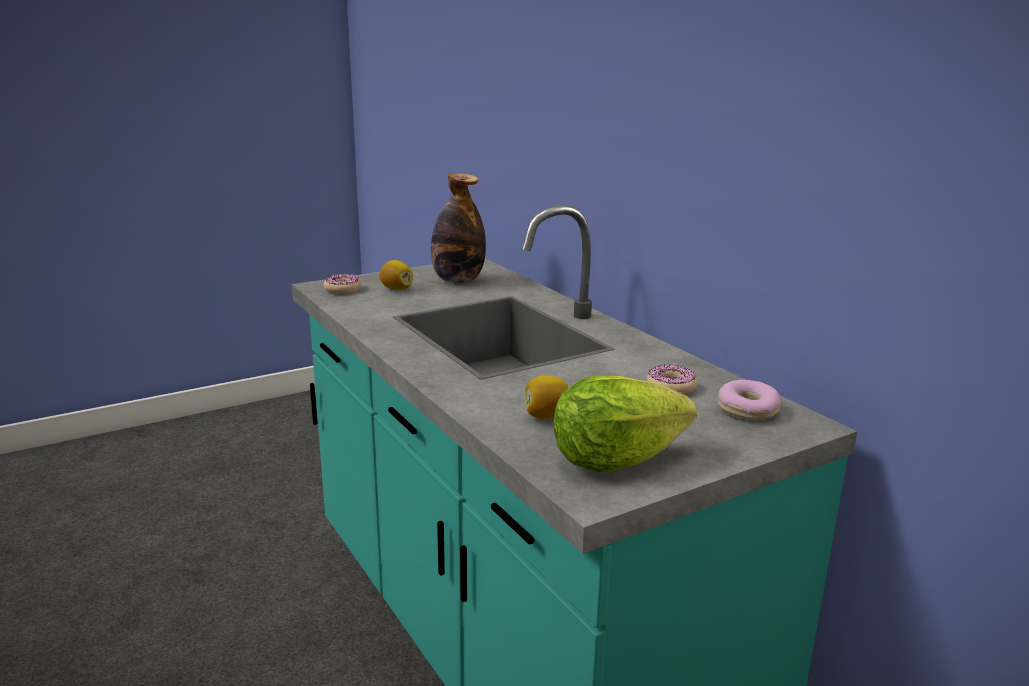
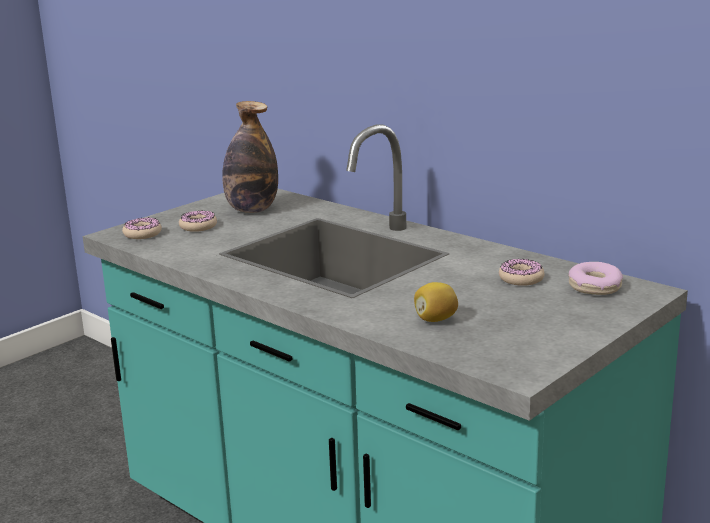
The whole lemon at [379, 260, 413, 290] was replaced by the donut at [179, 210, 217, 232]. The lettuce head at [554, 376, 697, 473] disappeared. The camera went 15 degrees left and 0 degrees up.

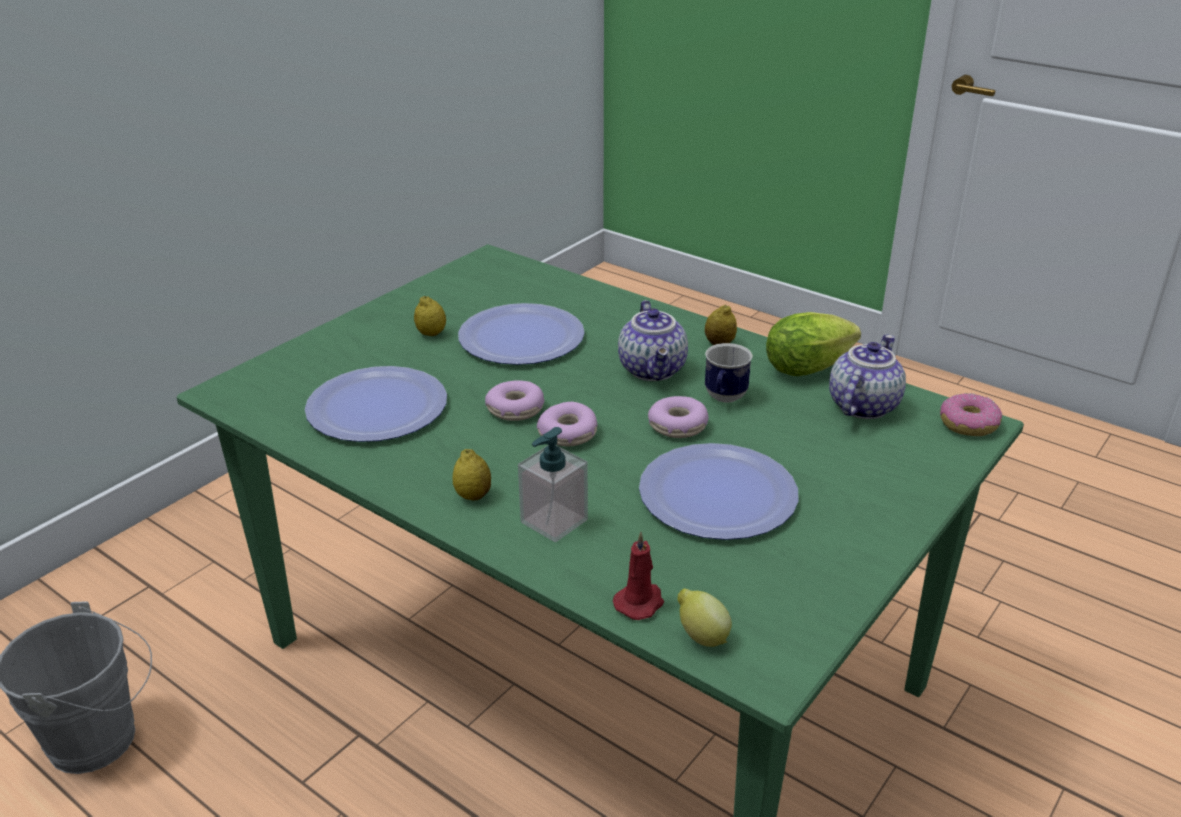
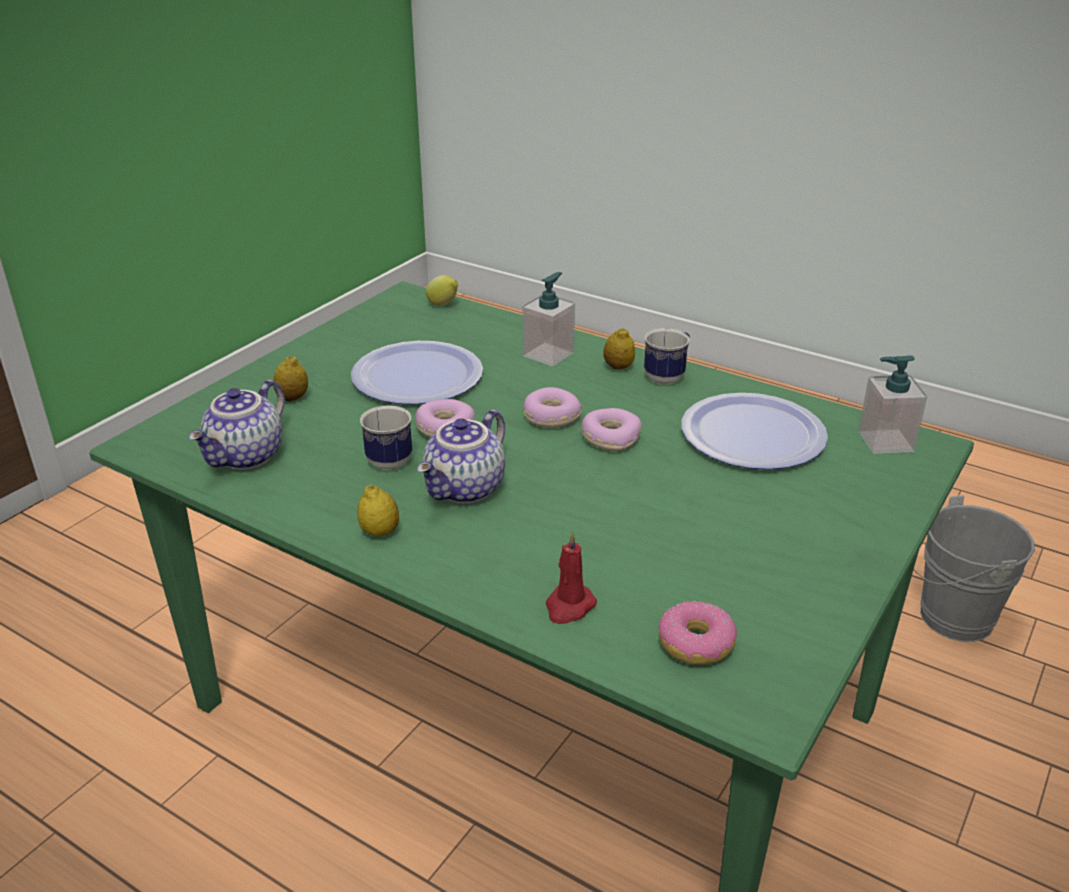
The whole lemon moved from [414, 296, 446, 336] to [273, 356, 308, 401]. The teapot at [618, 300, 688, 381] turned 135 degrees counterclockwise. The plate at [458, 303, 585, 365] disappeared. The lettuce head at [766, 312, 861, 376] disappeared. The donut moved from [940, 393, 1002, 436] to [659, 601, 737, 665]. The red wax light moved from [613, 532, 664, 620] to [545, 531, 597, 624]. The tea mug at [644, 328, 690, 385] appeared. The soap dispenser at [858, 355, 927, 454] appeared. The camera went 175 degrees right and 0 degrees up.

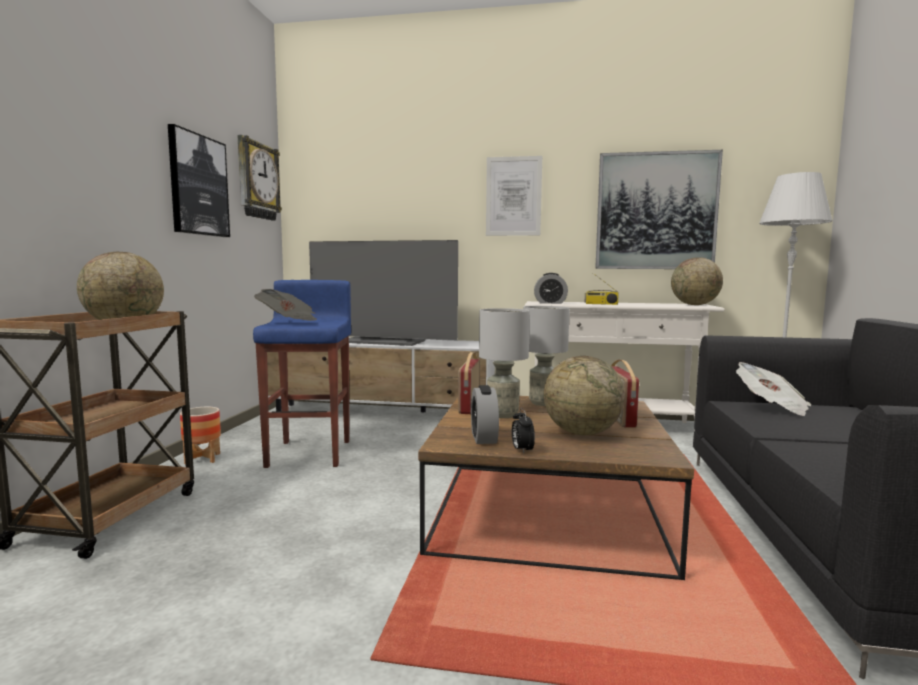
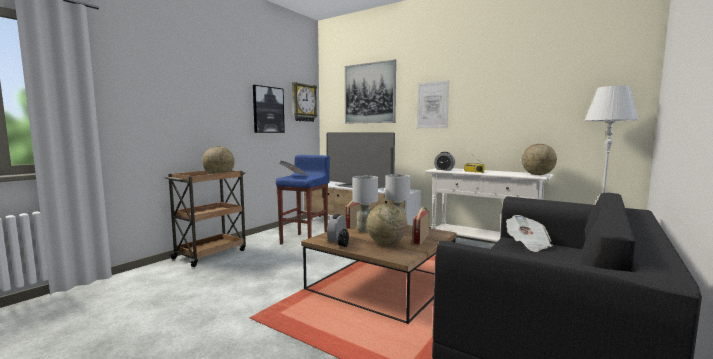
The picture moved from [595, 150, 723, 269] to [345, 60, 396, 124]. The flower pot at [180, 407, 221, 464] disappeared. The camera went 25 degrees right and 0 degrees up.

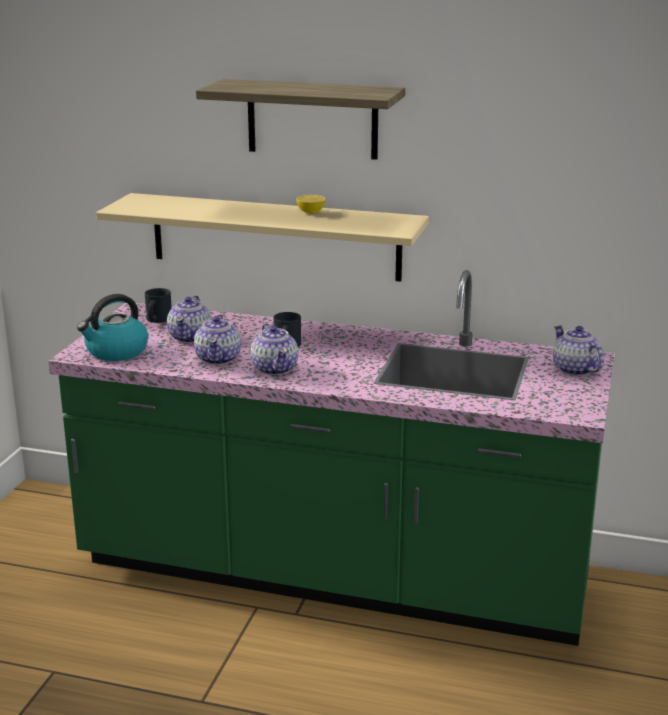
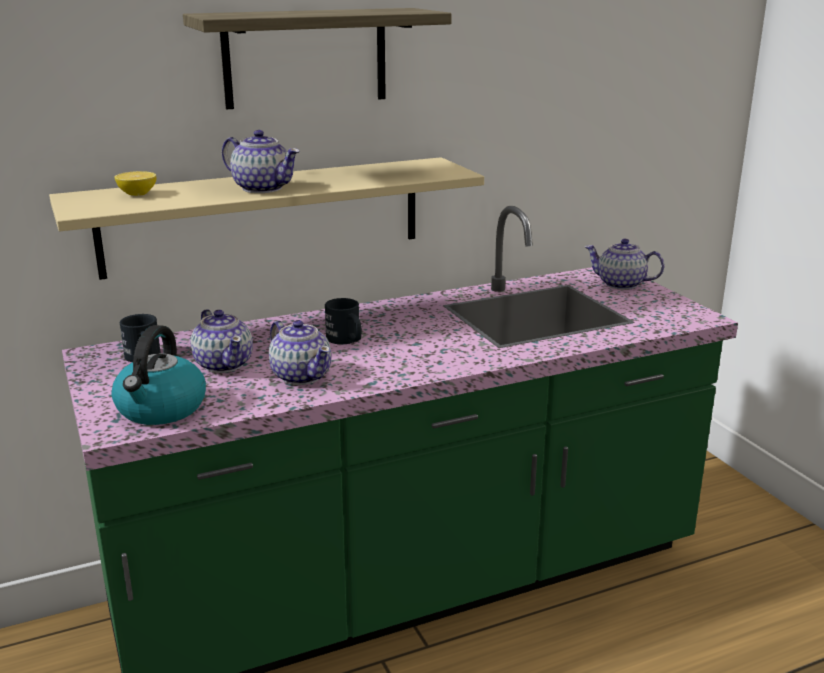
The whole lemon moved from [296, 195, 326, 214] to [115, 171, 157, 196]. The teapot moved from [250, 323, 298, 375] to [222, 130, 300, 193]. The camera went 40 degrees left and 0 degrees up.

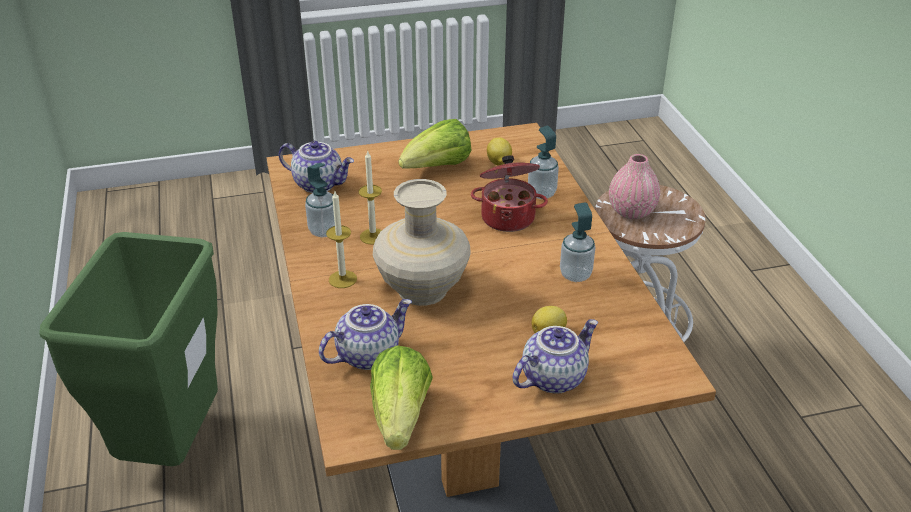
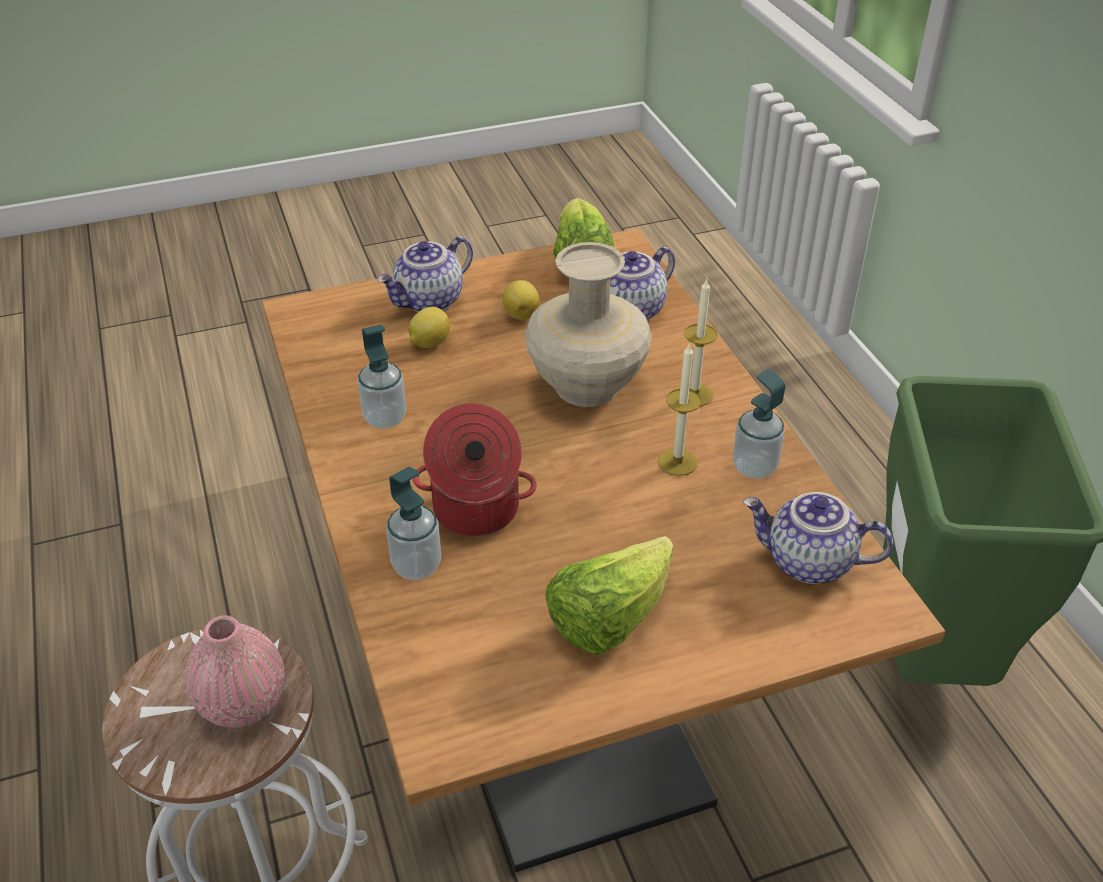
The whole lemon moved from [487, 138, 512, 166] to [503, 280, 540, 320]. The camera went 175 degrees right and 5 degrees up.

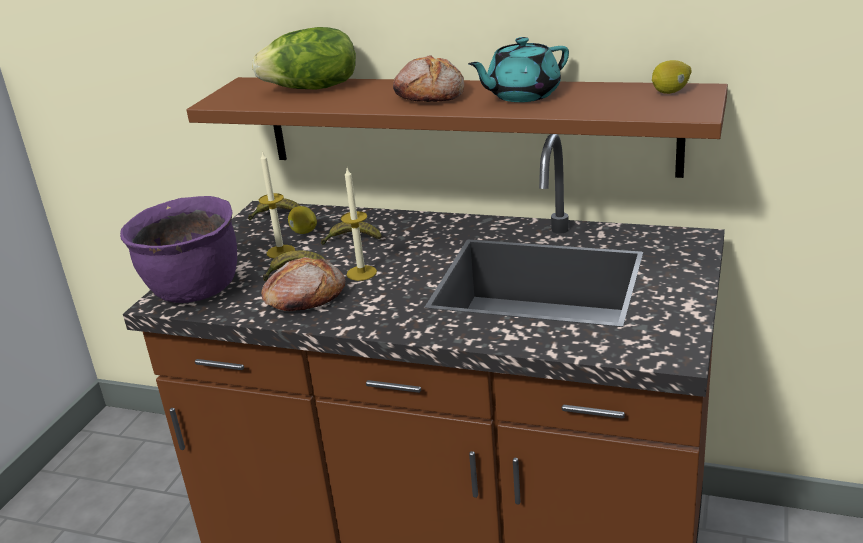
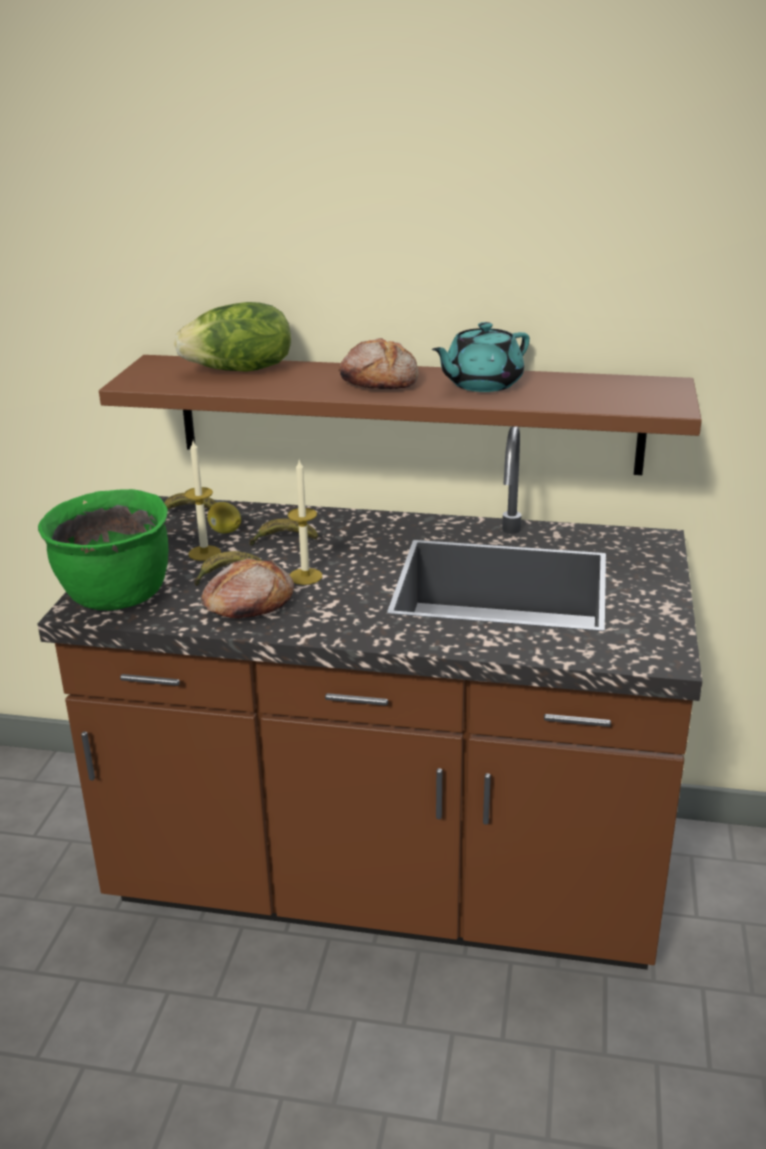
The whole lemon at [652, 60, 692, 94] disappeared. The purple-coloured cooking pot at [120, 196, 237, 303] became the greenish cooking pot at [38, 489, 169, 610]. The camera went 10 degrees left and 0 degrees up.

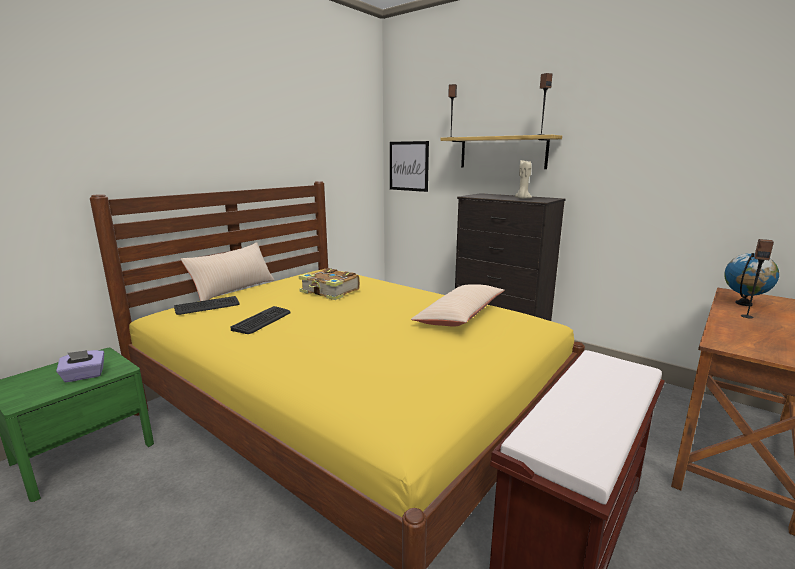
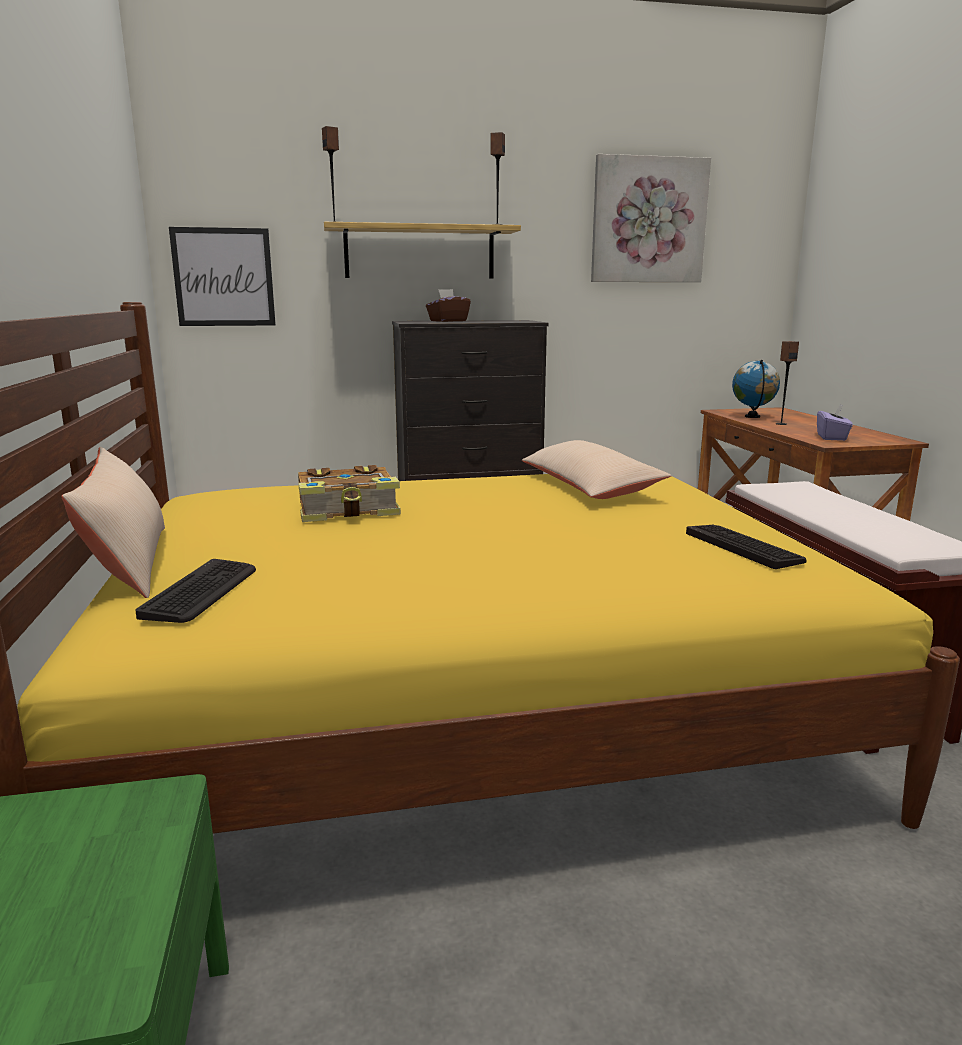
The beige wax light at [515, 160, 532, 199] disappeared. The PC keyboard moved from [230, 306, 291, 334] to [686, 525, 807, 569]. The purple-coloured tissue holder moved from [56, 350, 104, 382] to [817, 405, 853, 441]. The picture at [591, 154, 711, 282] appeared. The brown tissue holder at [426, 289, 471, 322] appeared. The camera went 50 degrees left and 0 degrees up.

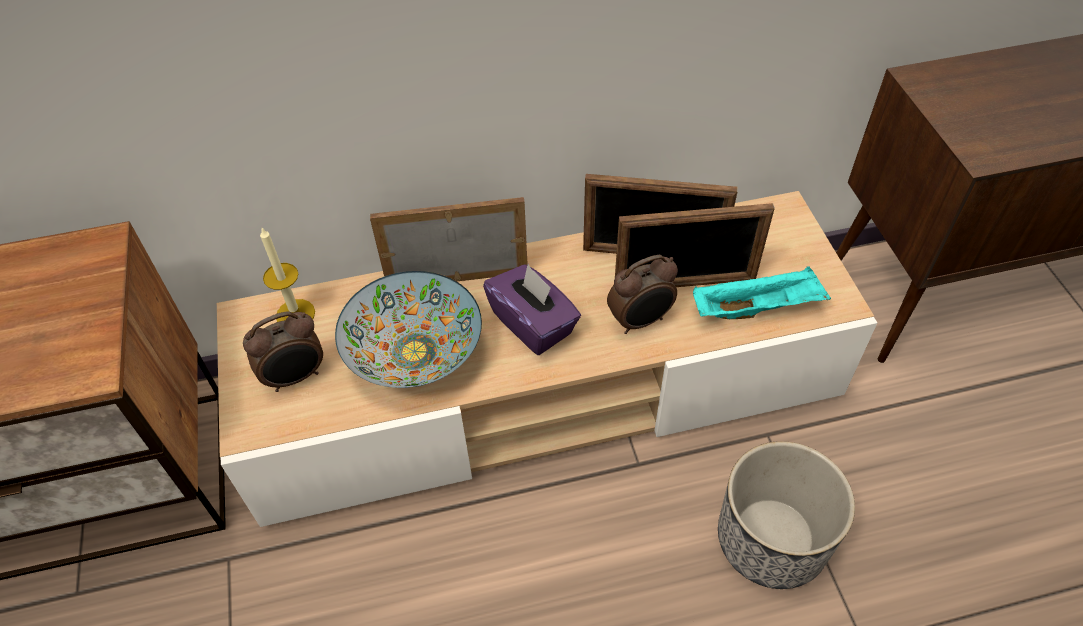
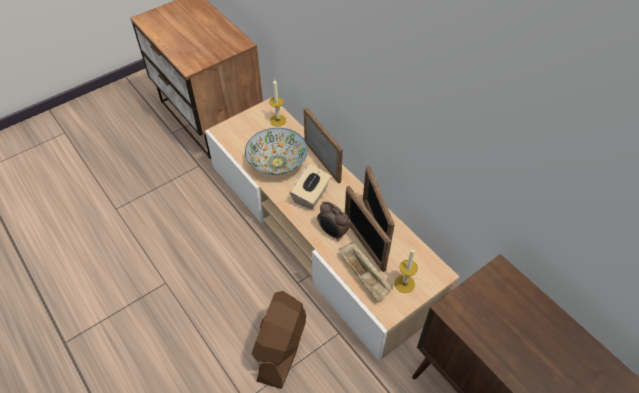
The purple-coloured tissue holder at [483, 264, 581, 355] became the beige tissue holder at [290, 164, 331, 209]. The turquoise-coloured serving tray at [693, 266, 831, 319] became the beige serving tray at [339, 243, 393, 301]. The bedside clock at [243, 311, 323, 392] disappeared. The flower pot at [718, 441, 855, 589] was replaced by the brown cooling fan at [251, 291, 306, 389]. The wax light at [395, 247, 418, 293] appeared. The camera went 65 degrees right and 0 degrees up.

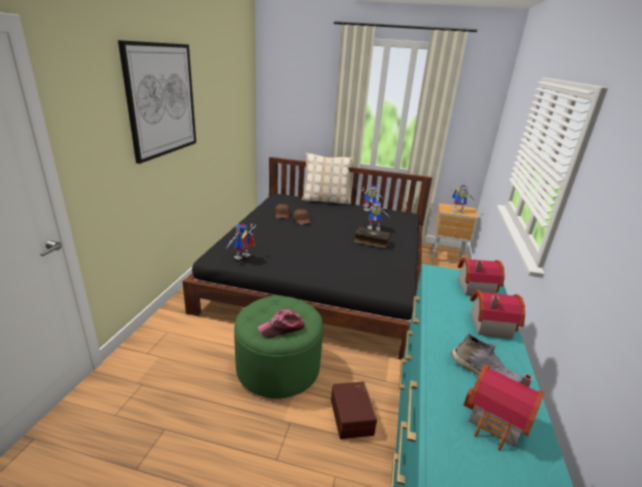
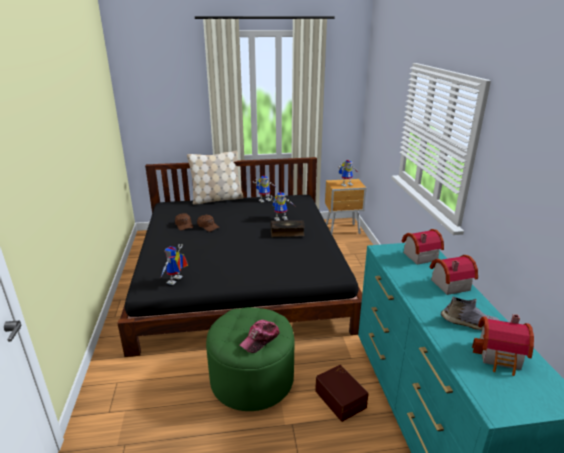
The picture at [118, 40, 196, 164] disappeared. The camera went 20 degrees left and 0 degrees up.

